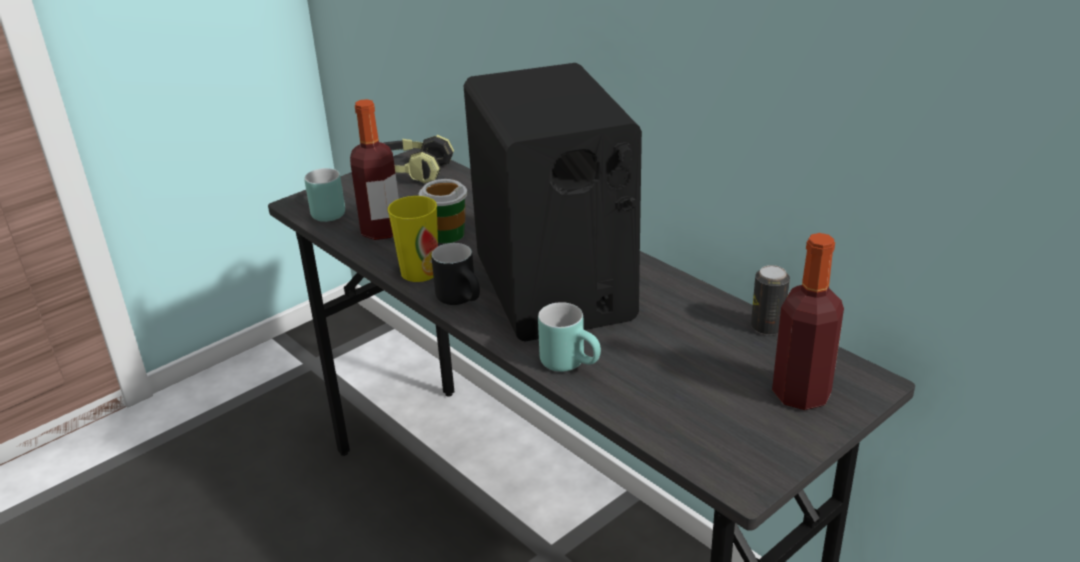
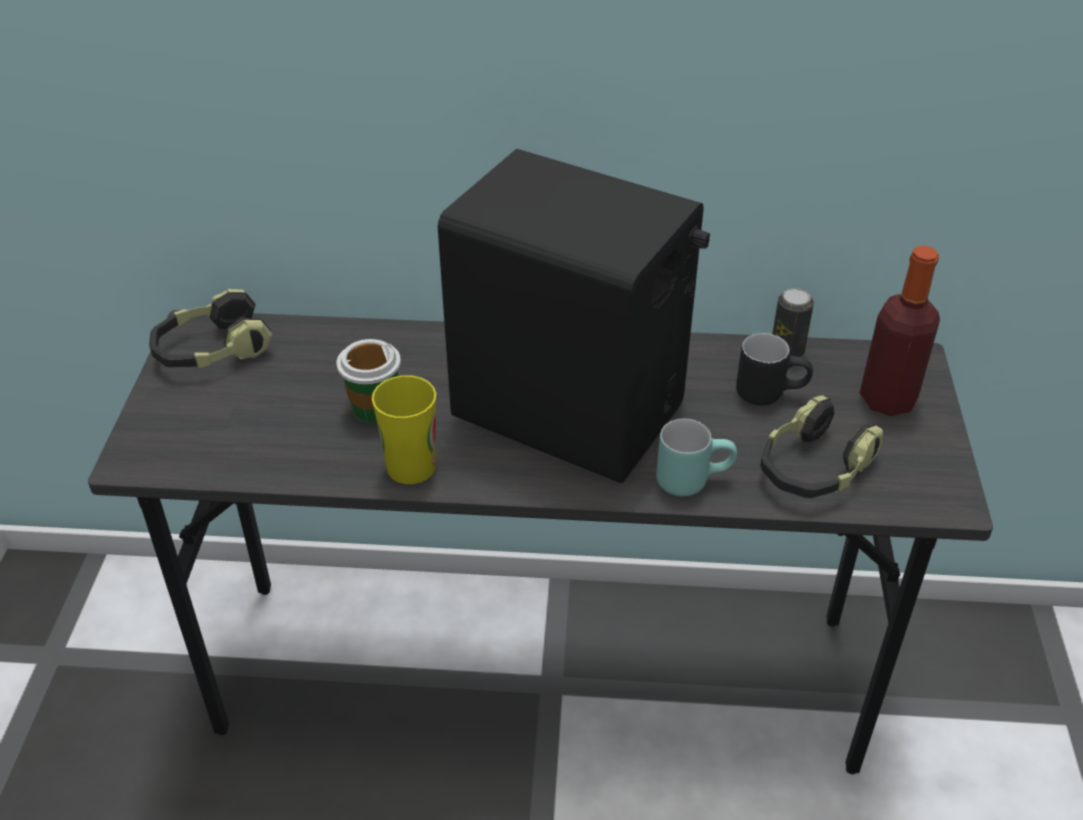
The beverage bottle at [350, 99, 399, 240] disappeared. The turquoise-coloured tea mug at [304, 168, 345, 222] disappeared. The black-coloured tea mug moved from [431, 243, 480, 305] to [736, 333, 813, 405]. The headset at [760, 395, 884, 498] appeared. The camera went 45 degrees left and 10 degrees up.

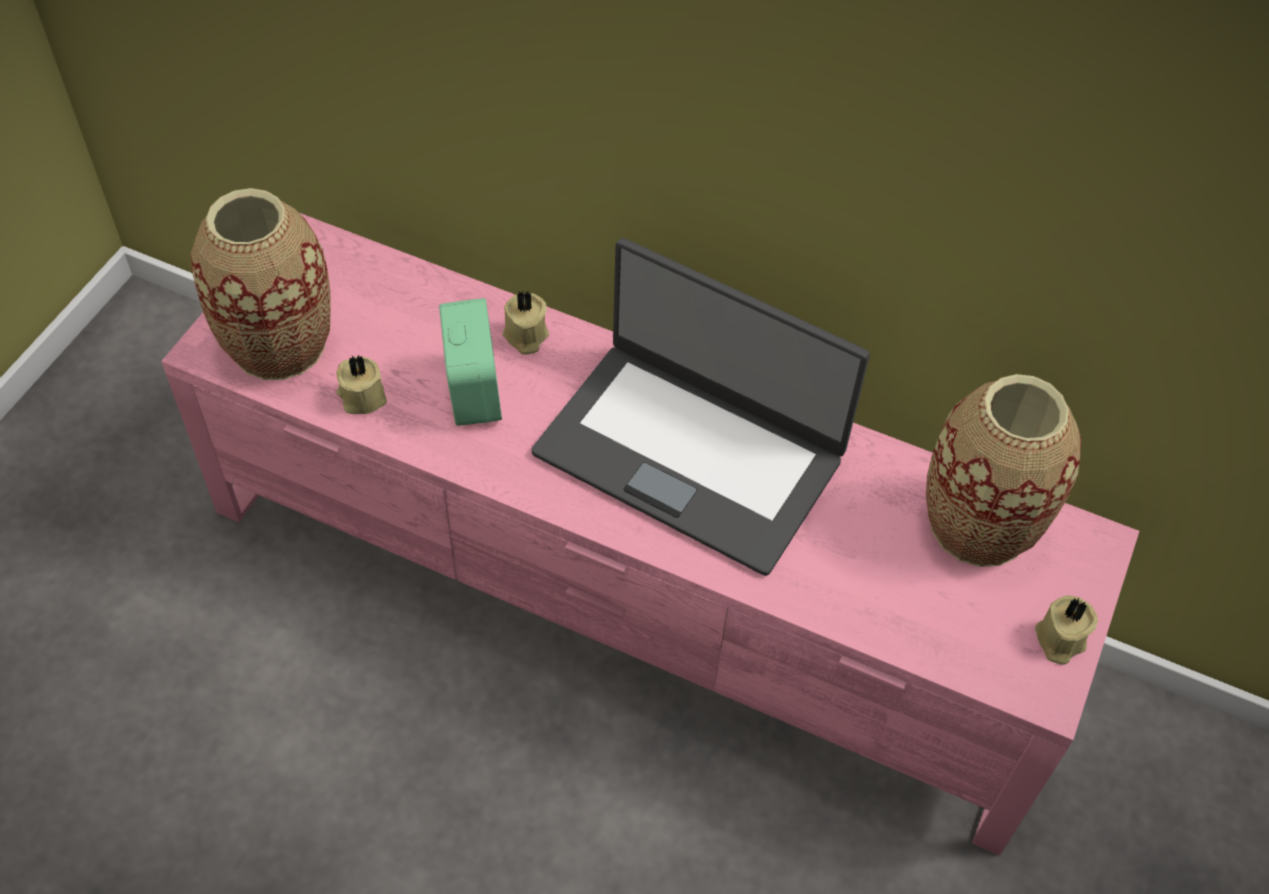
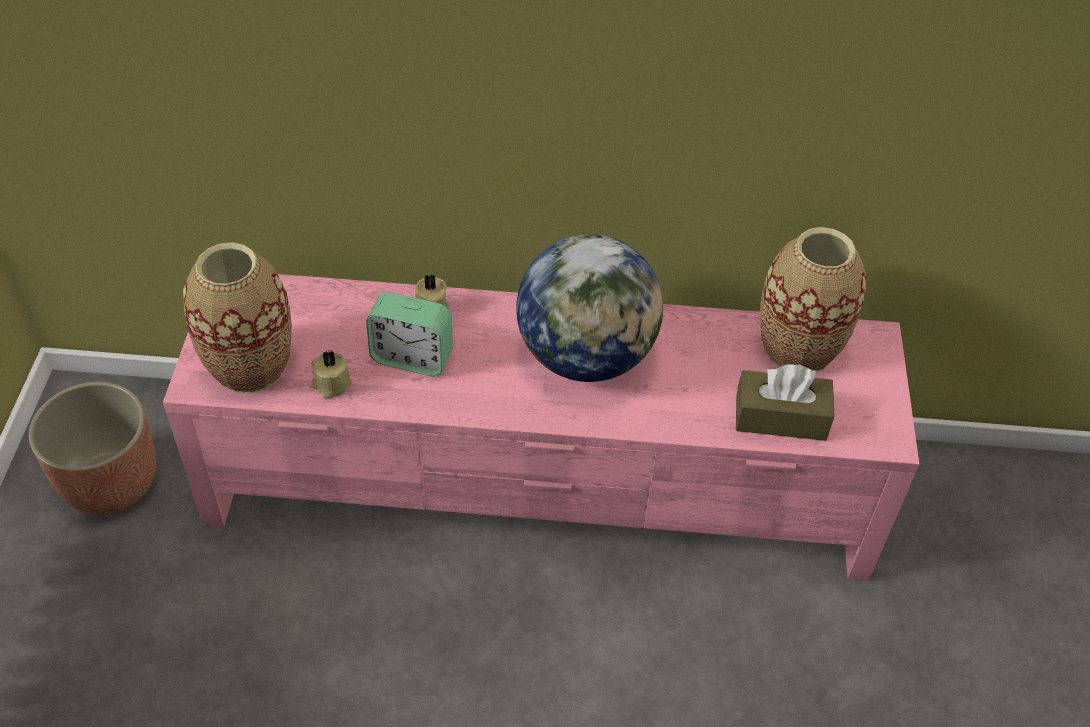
The laptop at [531, 238, 870, 576] was replaced by the globe at [516, 234, 663, 382]. The bedside clock at [439, 298, 502, 426] turned 135 degrees clockwise. The beige wax light at [1035, 595, 1098, 665] disappeared. The brown tissue holder at [736, 364, 834, 441] appeared. The flower pot at [29, 382, 156, 514] appeared. The camera went 20 degrees left and 5 degrees down.

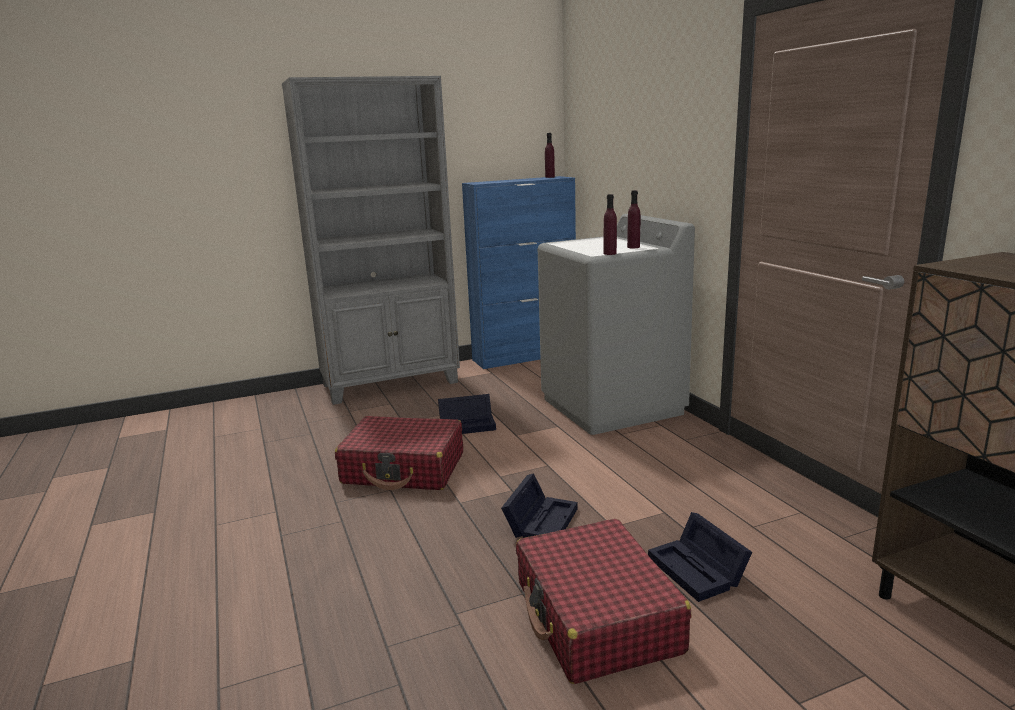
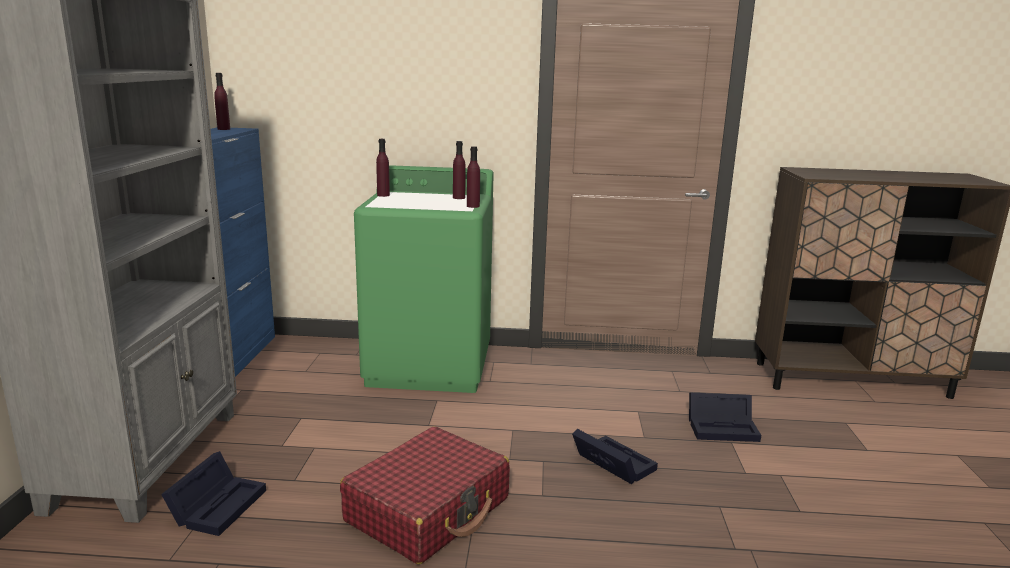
The gray laundry appliance at [538, 214, 695, 435] became the greenish laundry appliance at [354, 165, 494, 393]. The black-coloured storage container moved from [438, 394, 496, 434] to [161, 451, 266, 536]. The red travel case at [516, 519, 691, 684] disappeared. The purple-coloured beverage bottle at [376, 139, 390, 197] appeared. The camera went 65 degrees left and 0 degrees up.

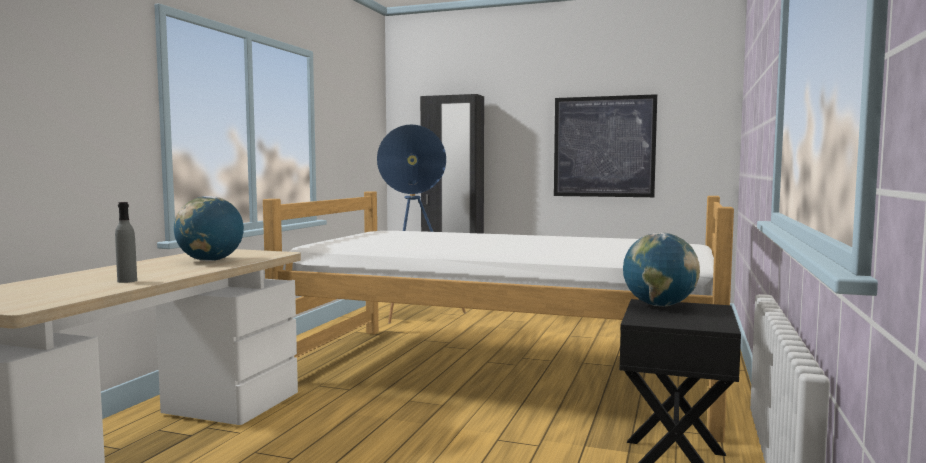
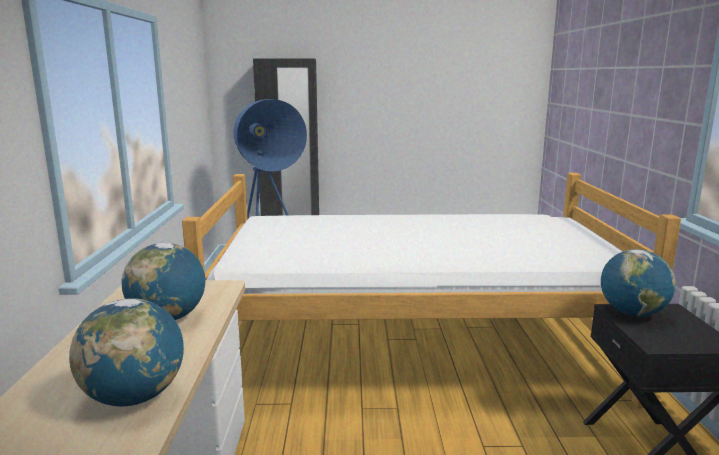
The picture at [554, 94, 657, 197] disappeared. The gray beverage bottle at [115, 202, 137, 283] was replaced by the globe at [69, 298, 184, 406]. The camera went 20 degrees left and 10 degrees up.

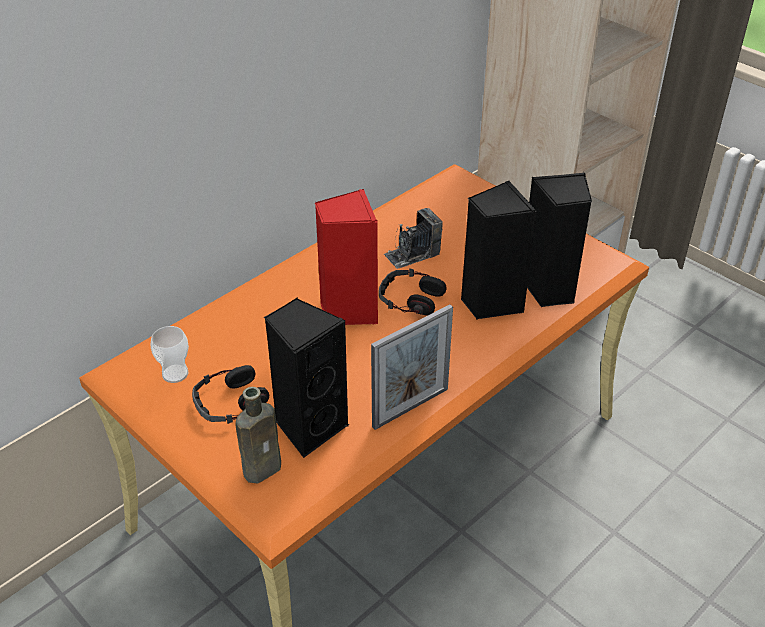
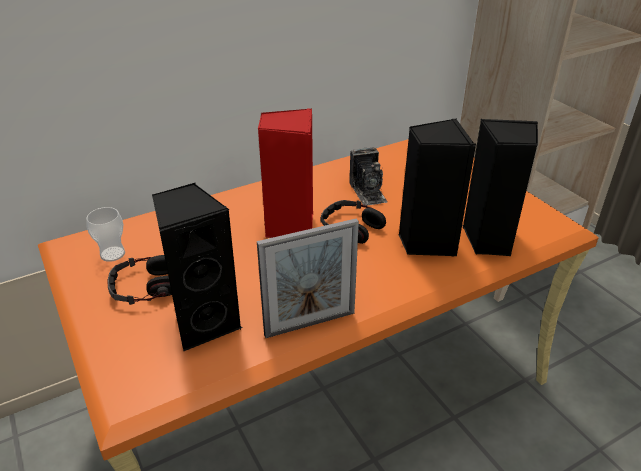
The photo camera at [383, 208, 443, 269] turned 90 degrees counterclockwise. The brown beverage bottle at [235, 387, 281, 483] disappeared. The camera went 15 degrees right and 5 degrees down.

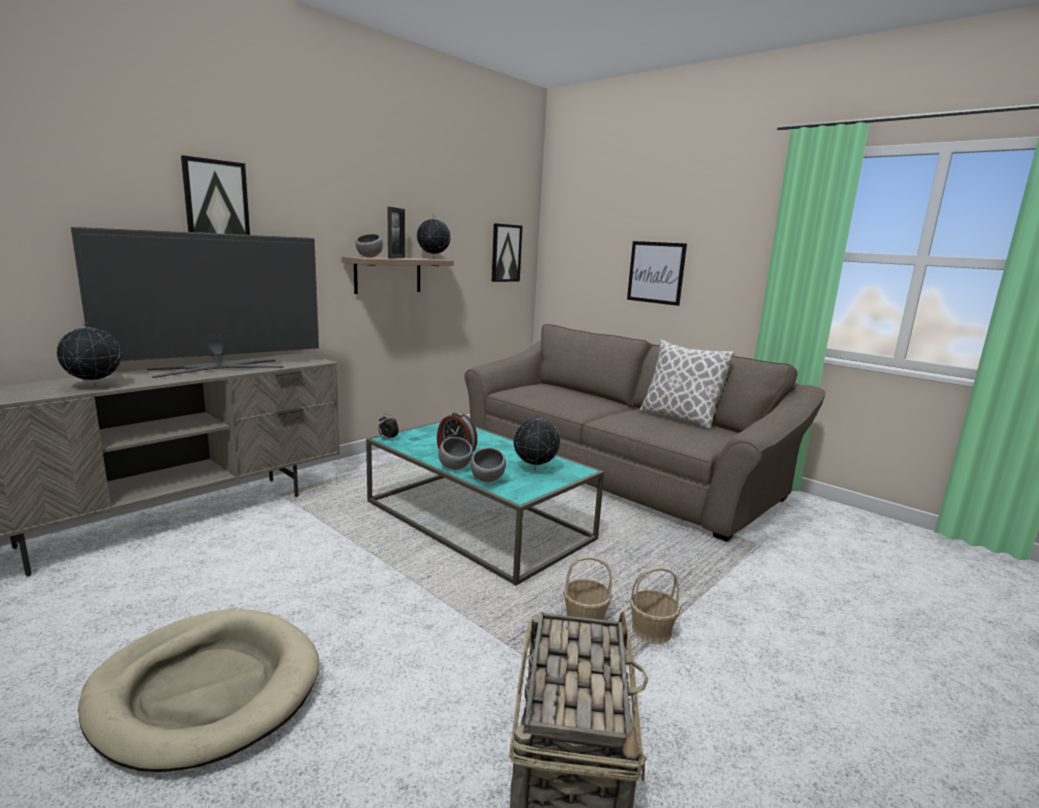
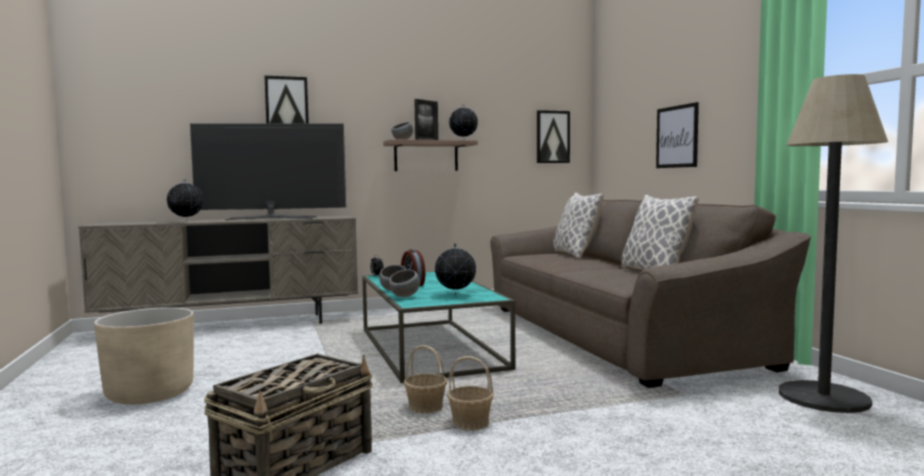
The beige dog cushion at [78, 609, 319, 772] was replaced by the beige flower pot at [94, 307, 194, 405]. The standing lamp at [779, 74, 888, 413] appeared. The pillow at [553, 192, 604, 259] appeared. The camera went 30 degrees right and 10 degrees down.

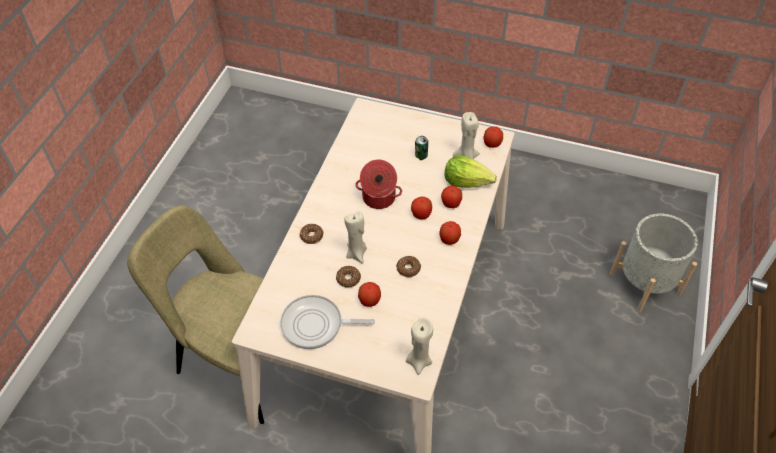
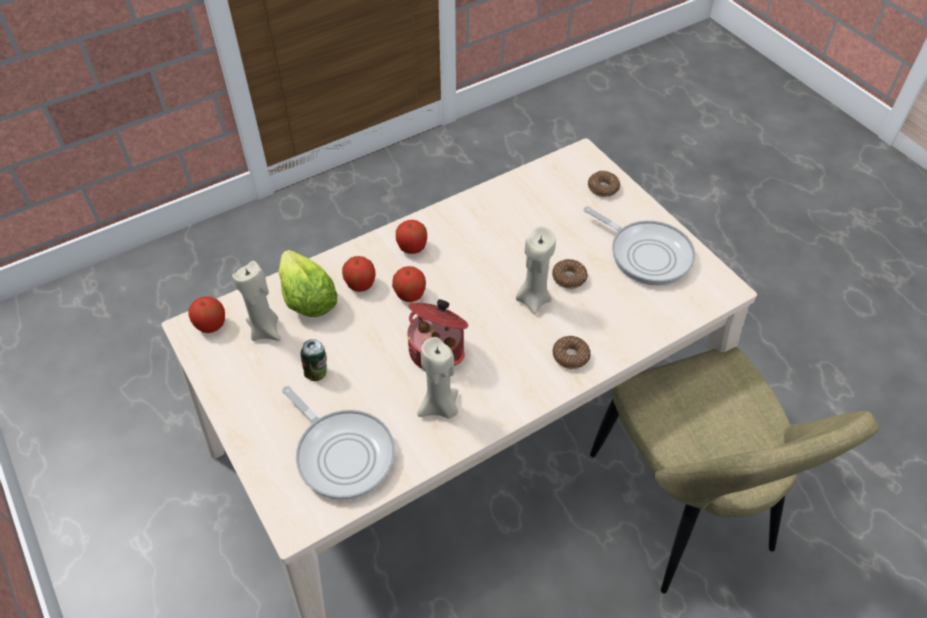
The gray flower pot at [610, 213, 698, 312] disappeared. The donut moved from [396, 256, 421, 277] to [588, 171, 620, 197]. The apple at [358, 282, 381, 307] disappeared. The beige wax light moved from [406, 317, 433, 375] to [417, 337, 458, 419]. The pan at [282, 386, 395, 500] appeared. The camera went 140 degrees left and 0 degrees up.

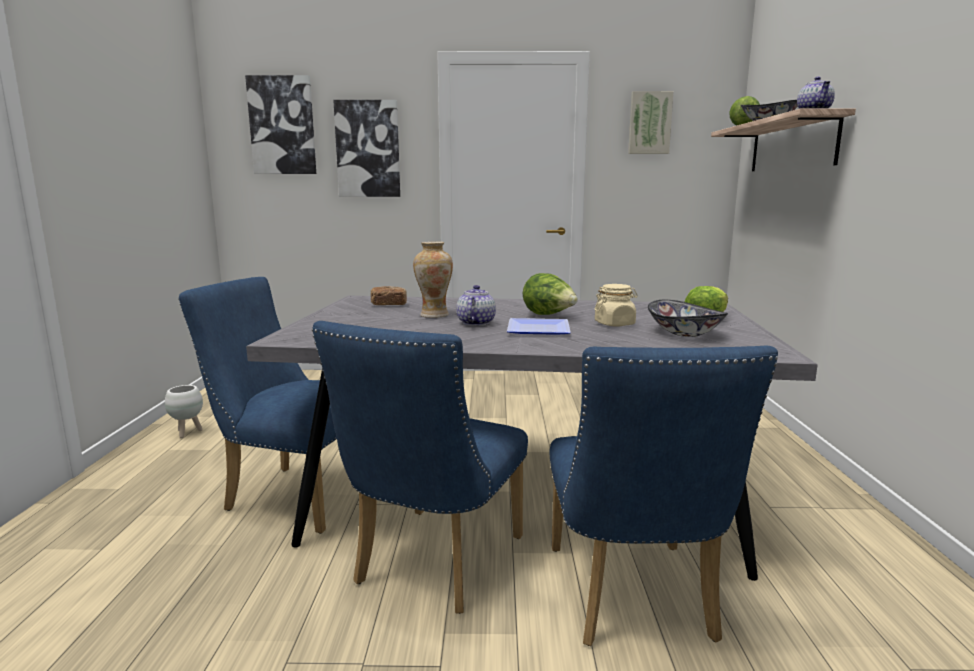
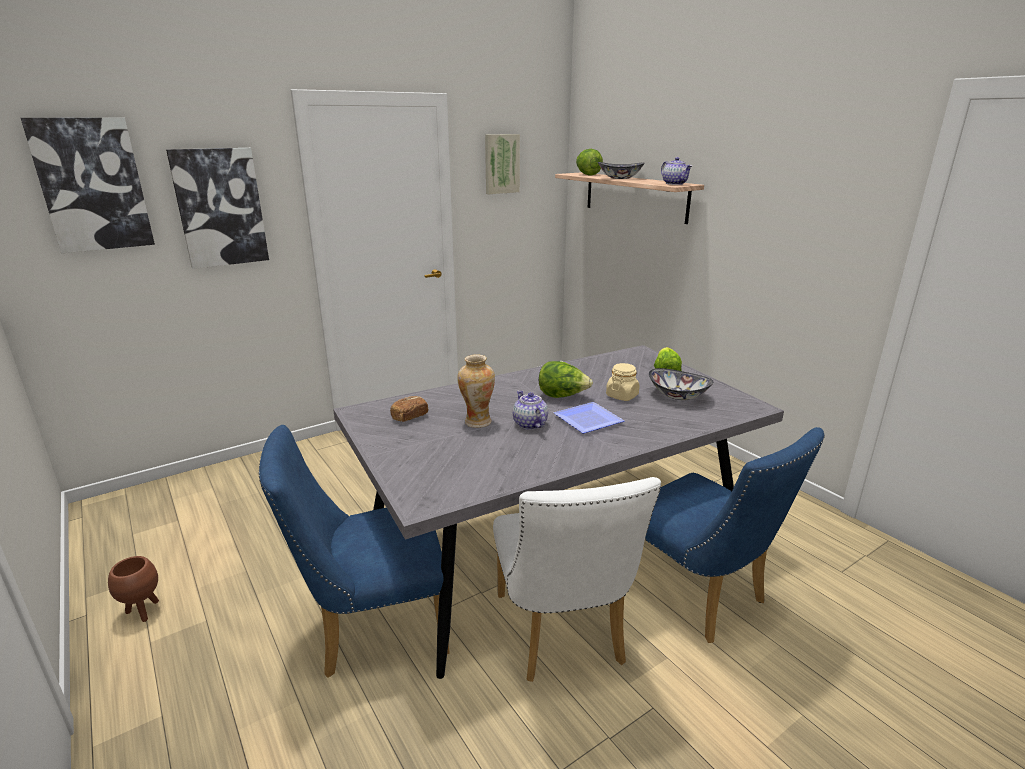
The blue-coloured plain chair at [312, 321, 528, 614] became the whitish plain chair at [493, 477, 661, 682]. The whitish flower pot at [165, 385, 203, 438] became the brown flower pot at [108, 556, 159, 622]. The camera went 35 degrees left and 10 degrees up.

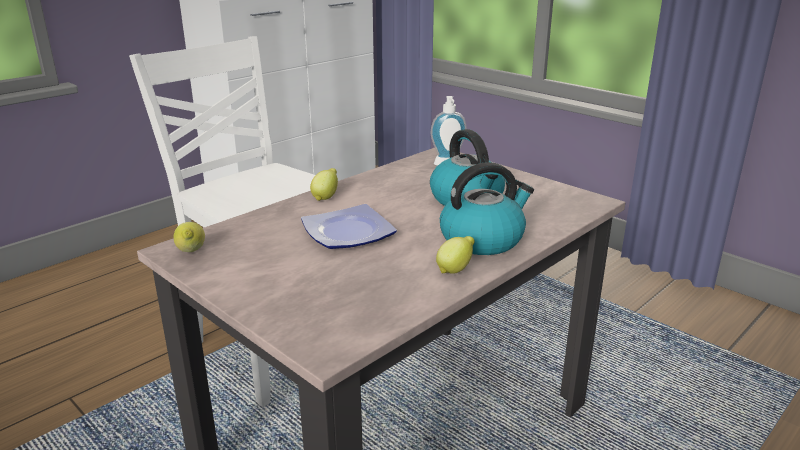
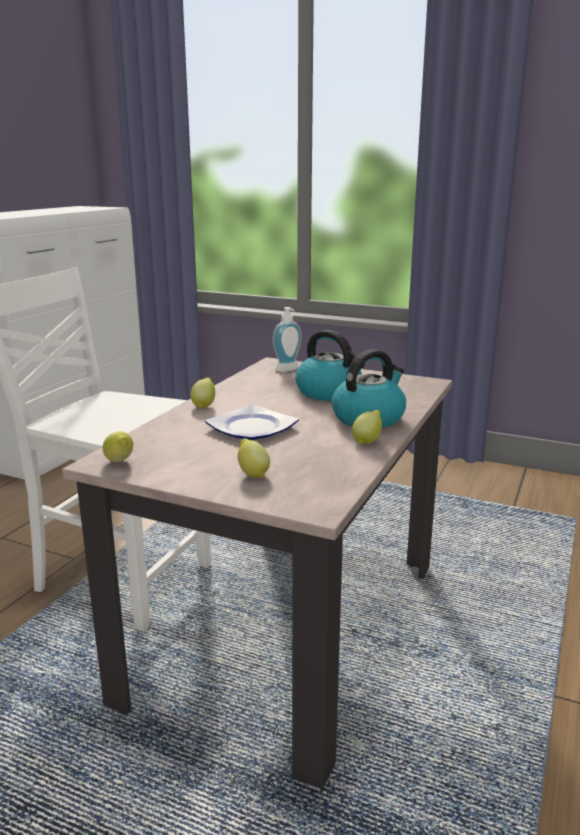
The whole lemon at [238, 438, 270, 478] appeared. The camera went 20 degrees left and 5 degrees down.

